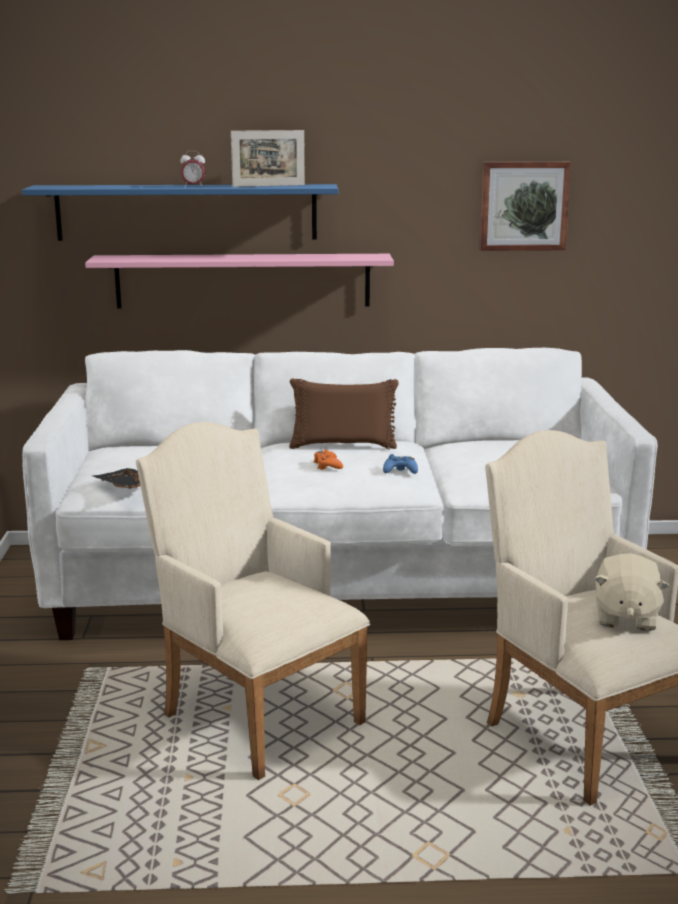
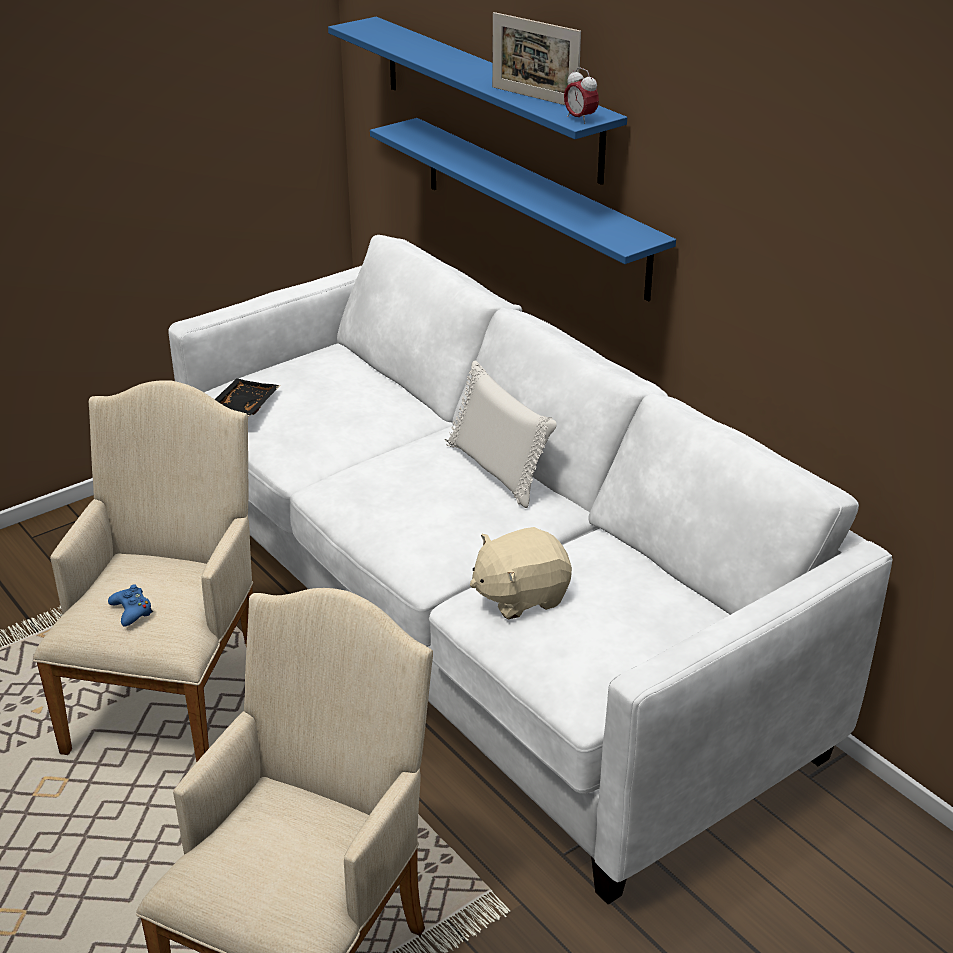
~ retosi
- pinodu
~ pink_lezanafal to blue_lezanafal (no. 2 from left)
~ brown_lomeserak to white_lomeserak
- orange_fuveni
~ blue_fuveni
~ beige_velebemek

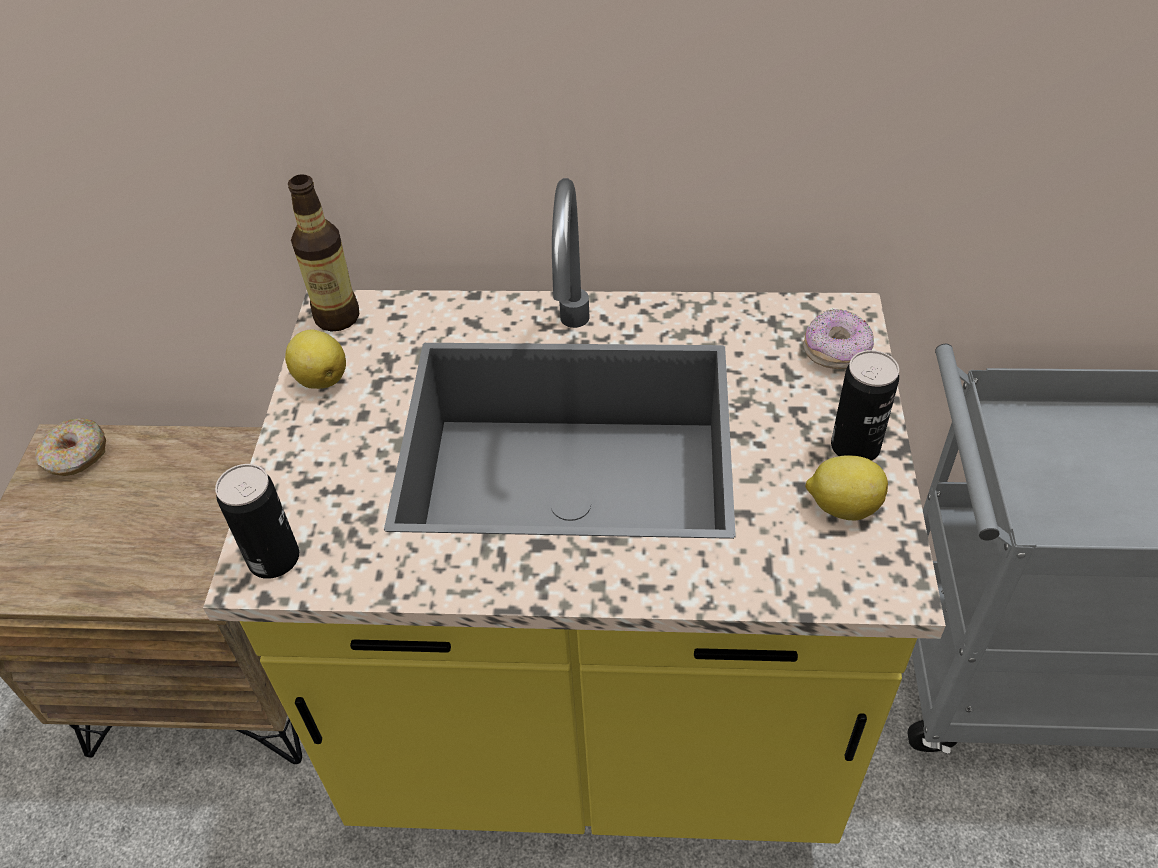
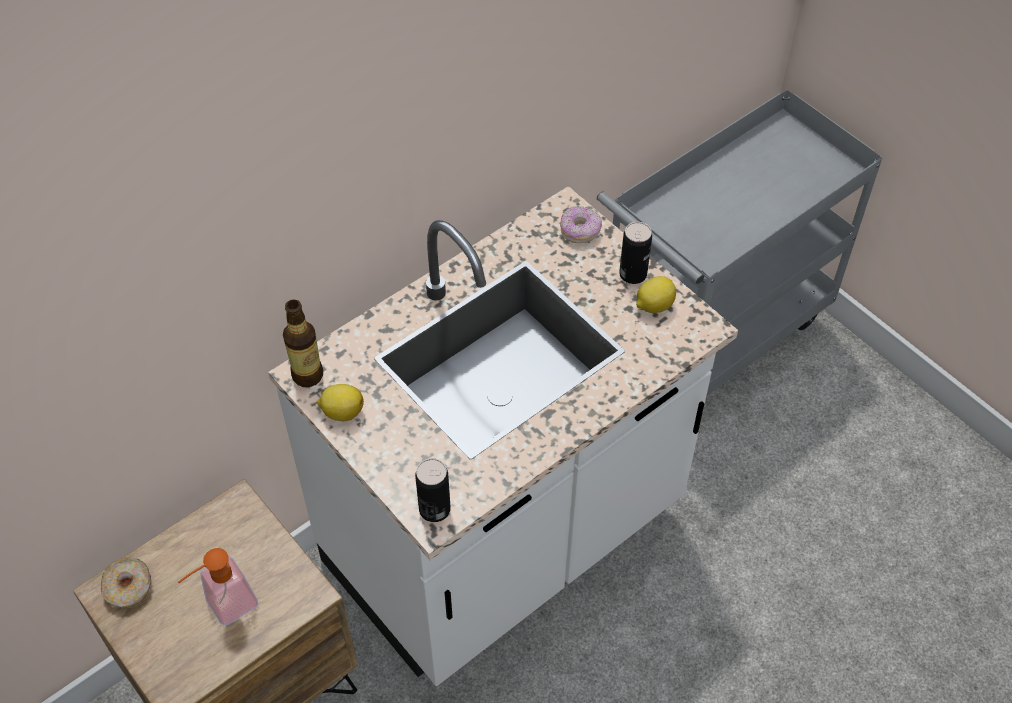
~ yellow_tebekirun to white_tebekirun
+ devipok

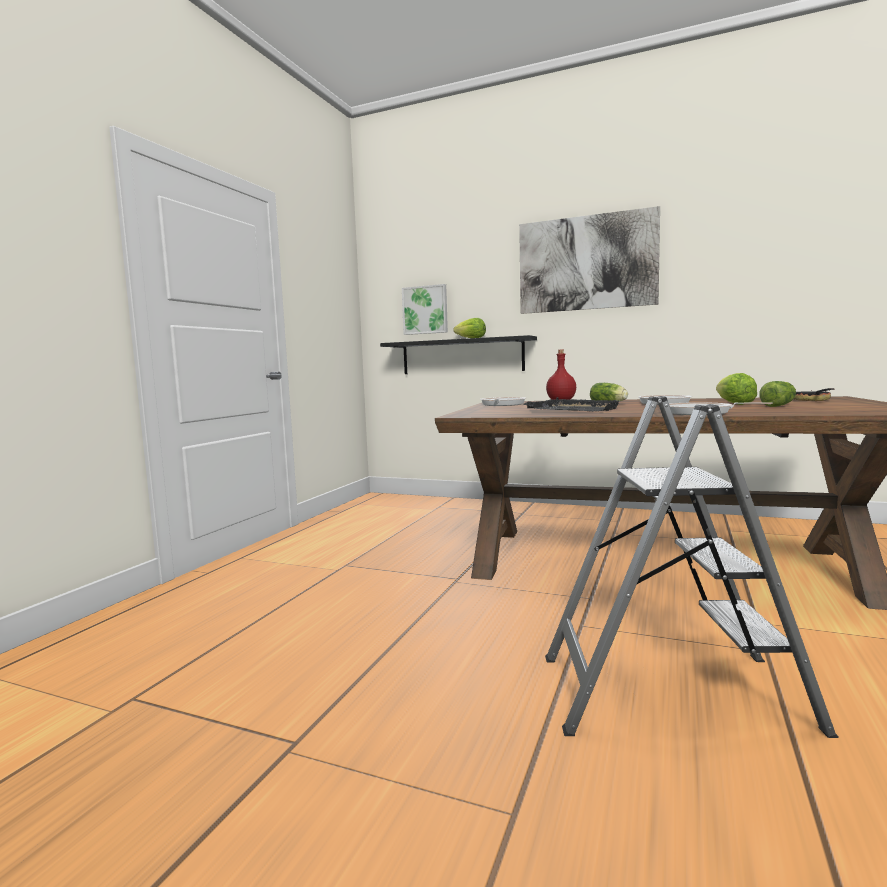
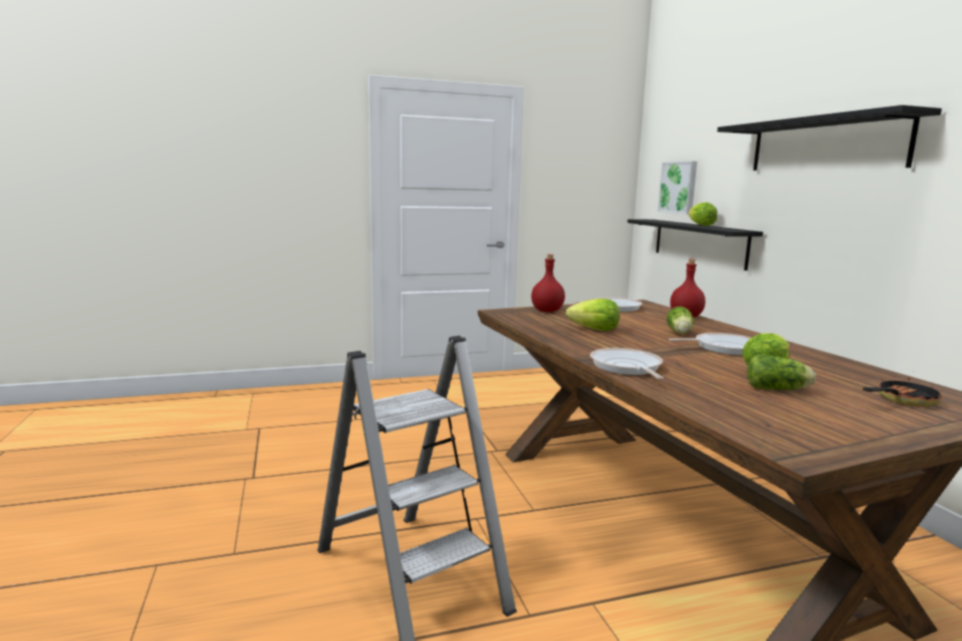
~ pinodu (no. 2 from left) to black_lezanafal (no. 2 from left)
~ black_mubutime to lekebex (no. 1 from left)
+ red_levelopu (no. 1 from left)

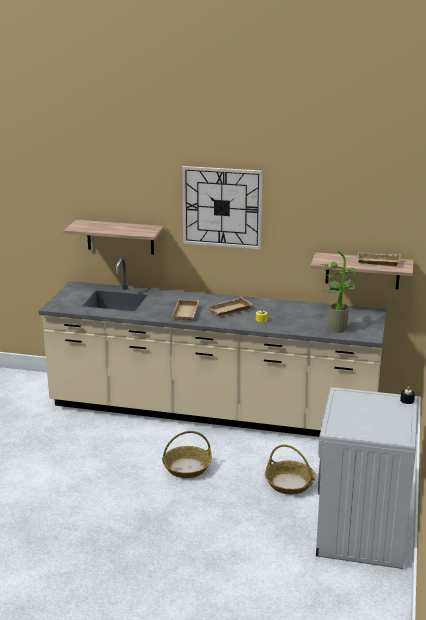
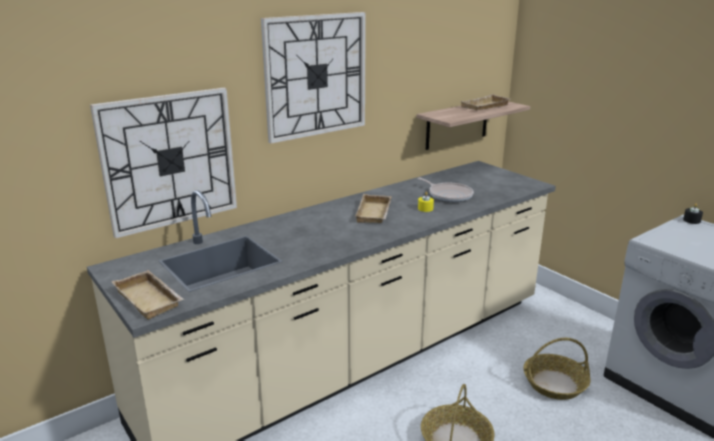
~ lezanafal (no. 1 from left) to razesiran (no. 1 from left)
- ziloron
~ beige_mubutime (no. 1 from left)
+ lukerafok

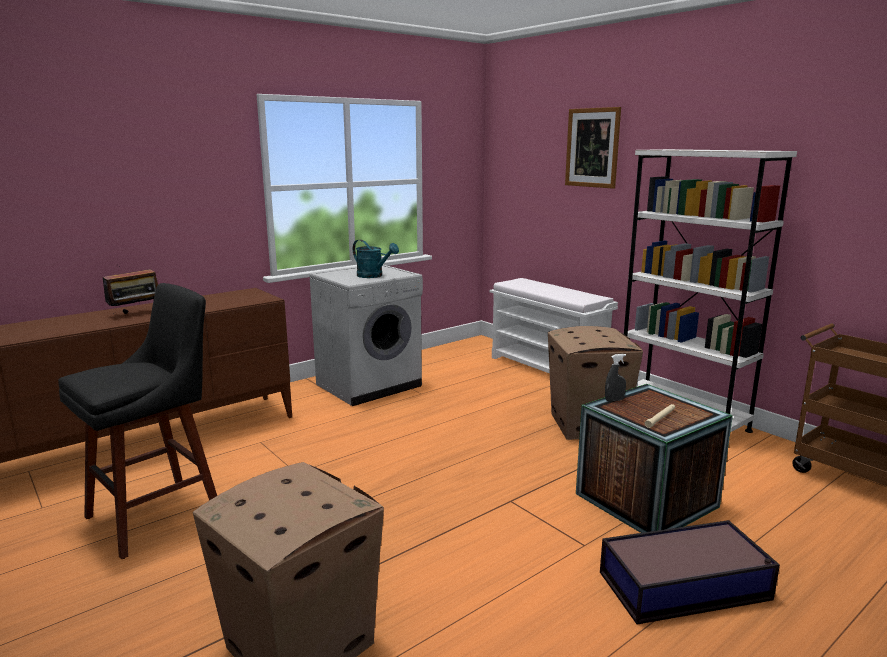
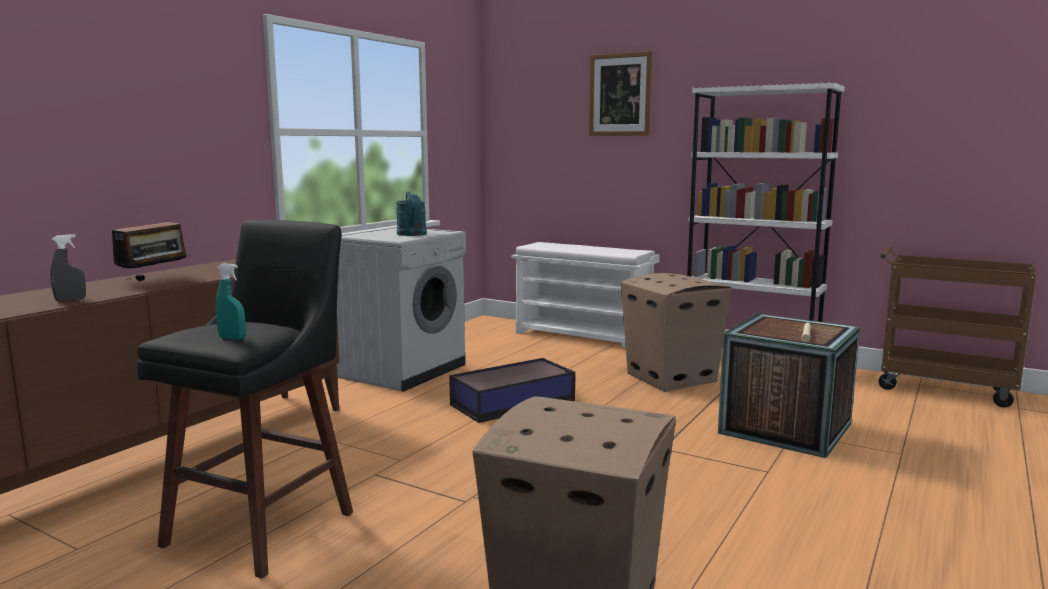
~ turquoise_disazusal 60 degrees clockwise
~ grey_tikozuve
~ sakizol
+ turquoise_tikozuve

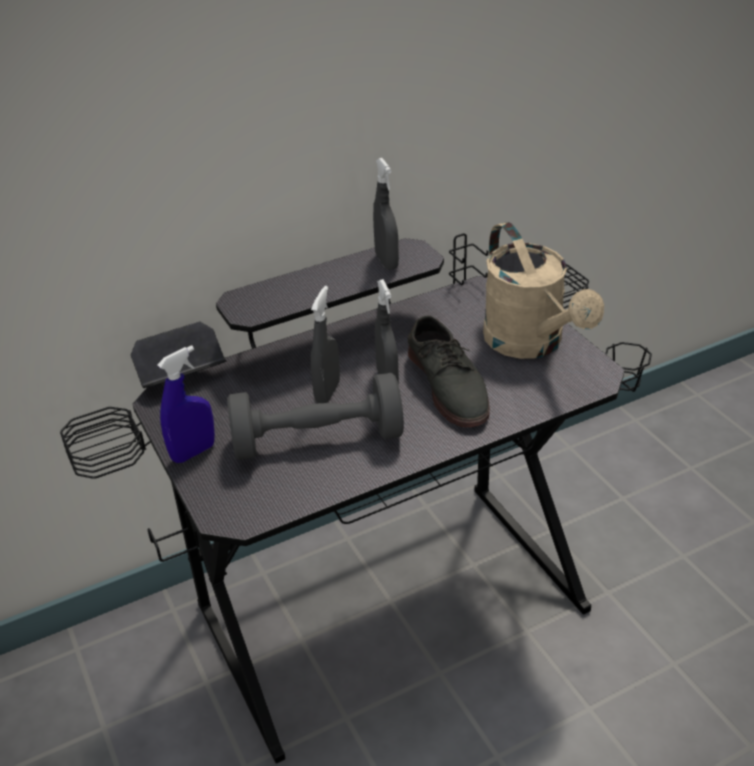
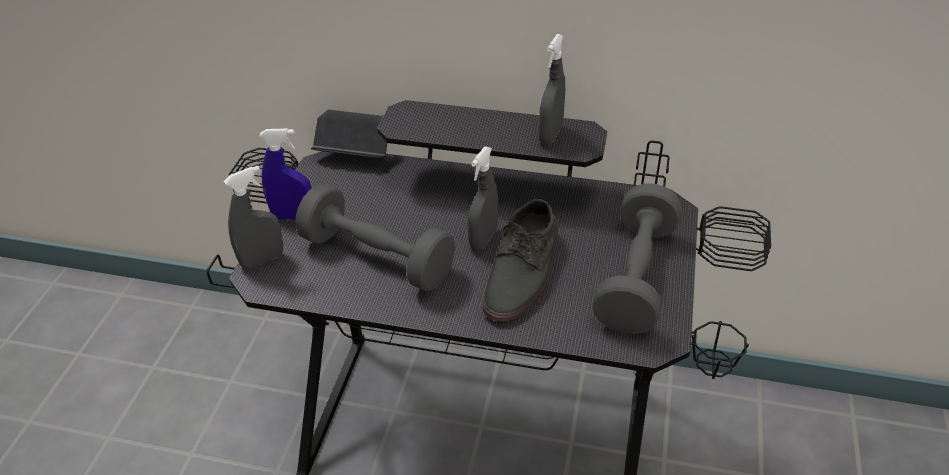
~ beige_disazusal to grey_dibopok (no. 2 from left)
~ grey_tikozuve (no. 1 from left)

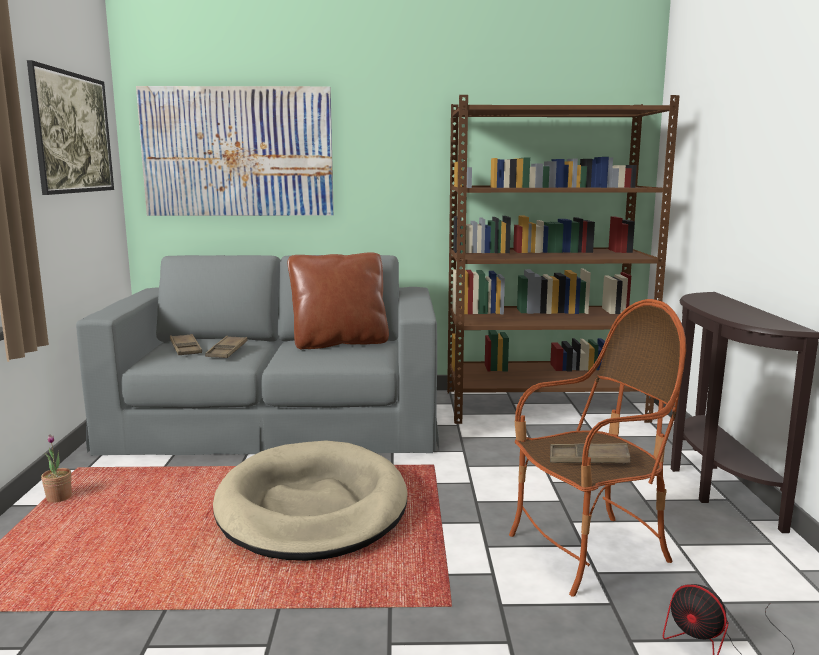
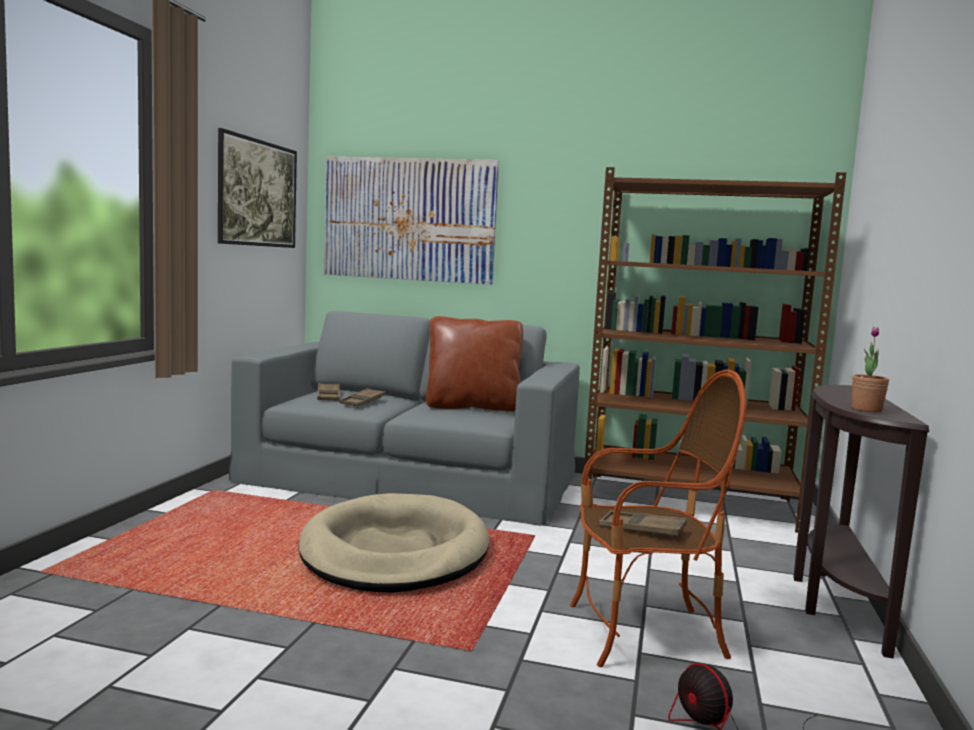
~ ziloron

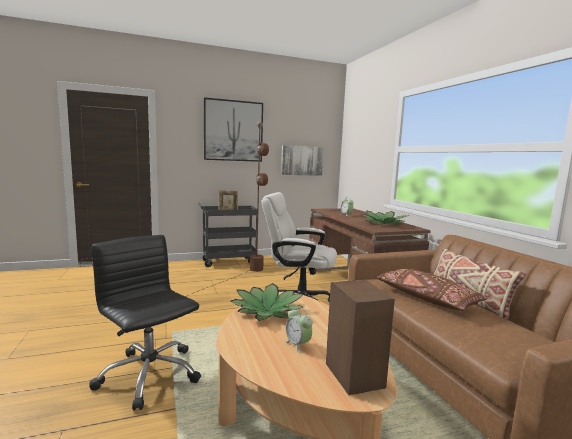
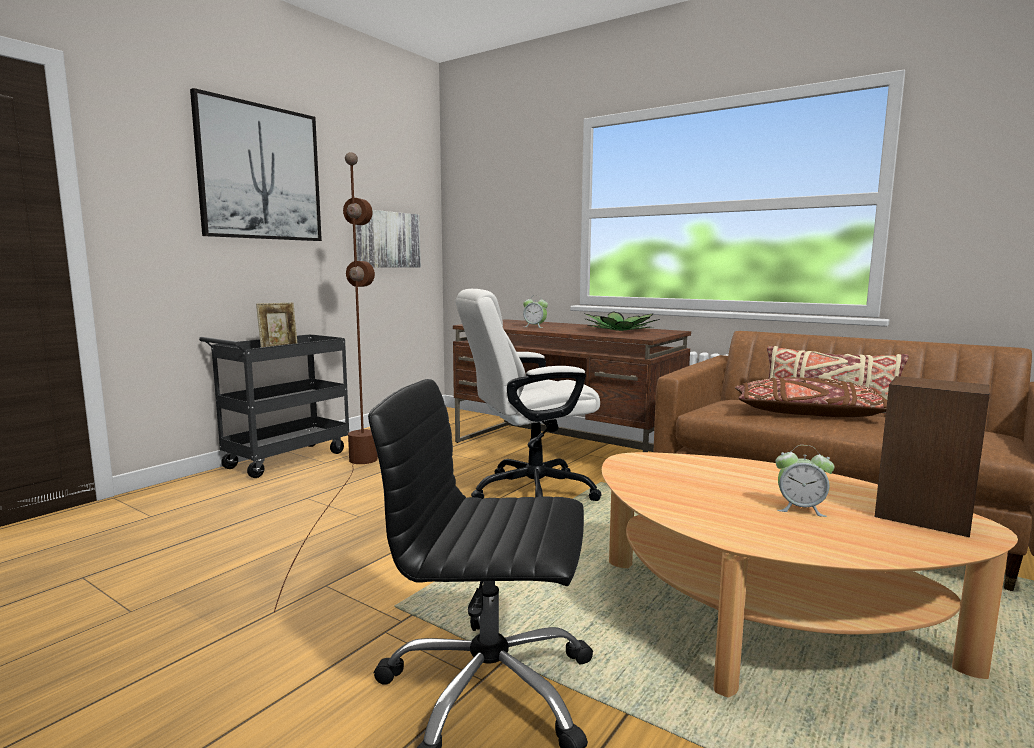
- ziloron (no. 1 from left)

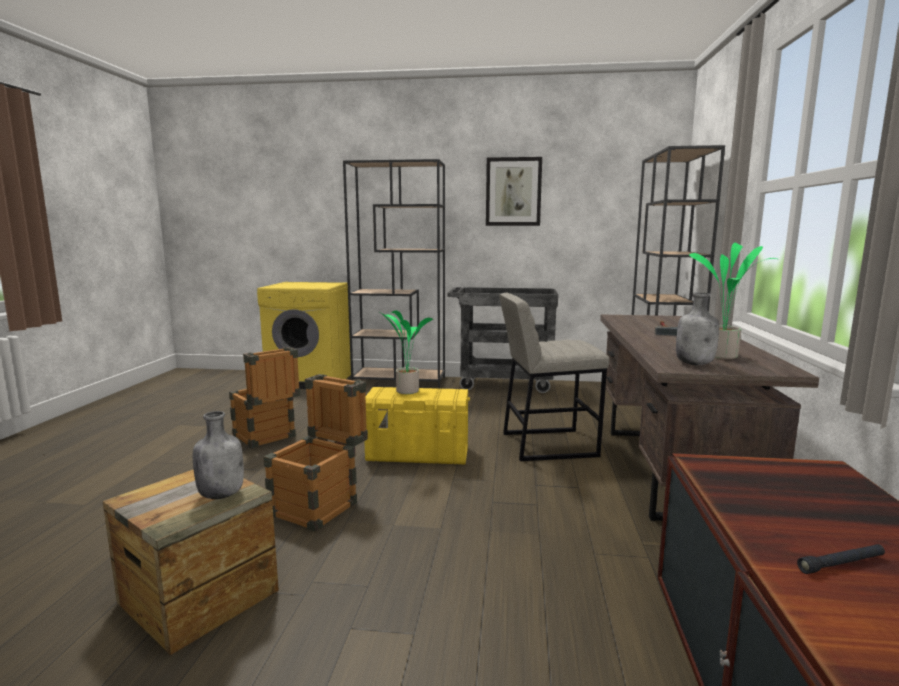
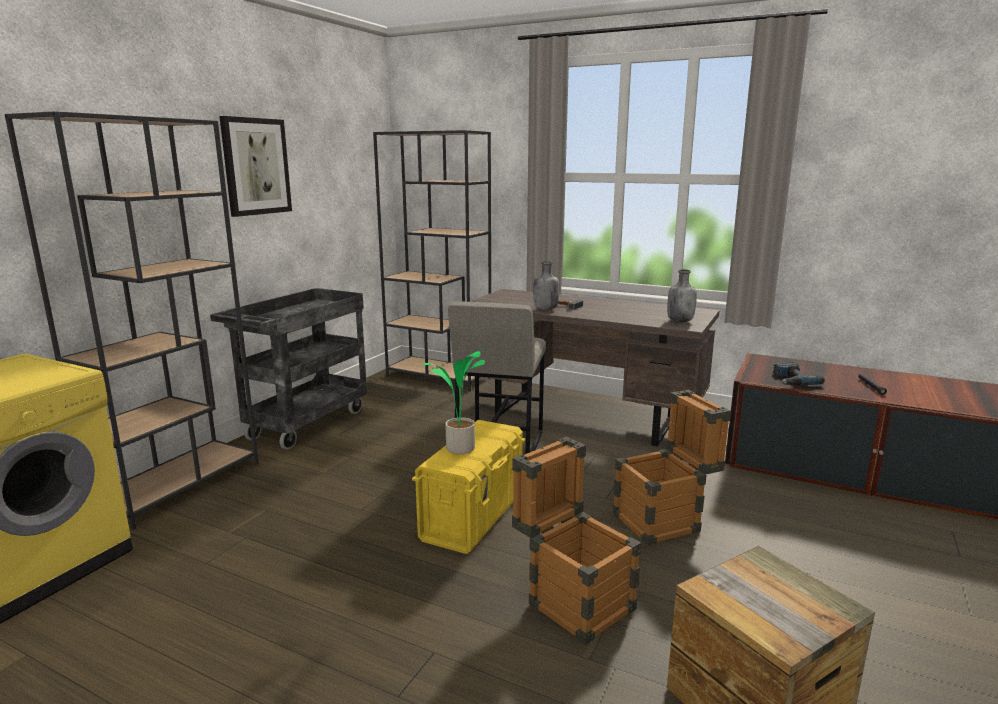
- ziloron (no. 2 from left)
~ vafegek (no. 2 from left)
~ grey_levelopu (no. 1 from left)
+ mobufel

